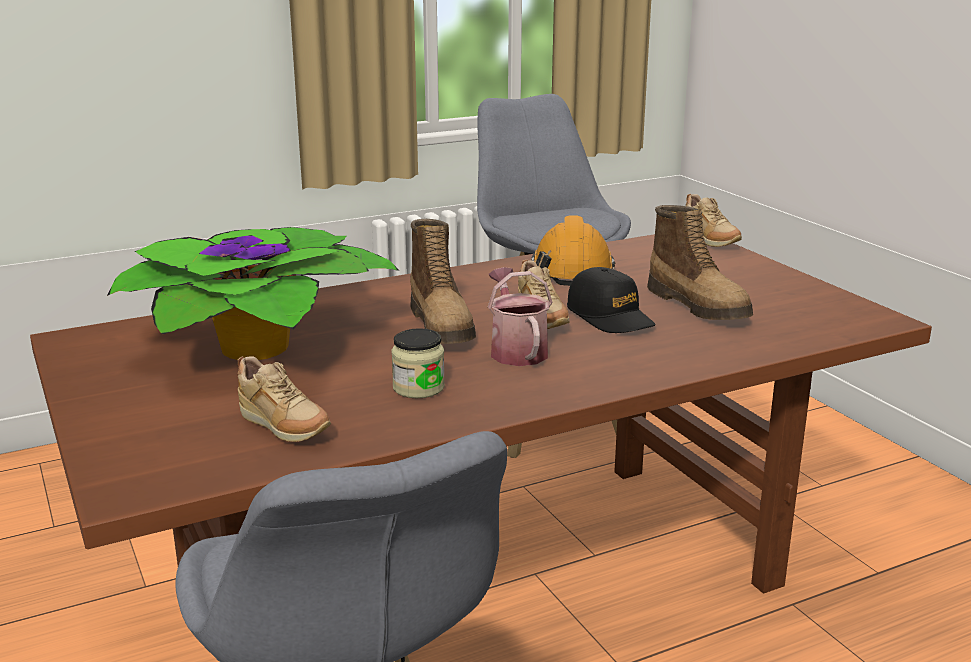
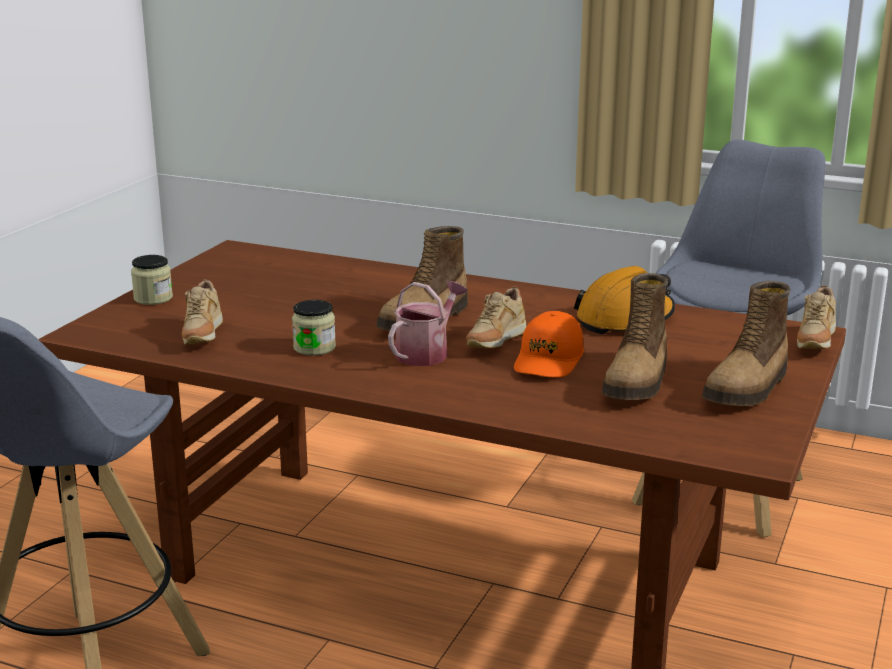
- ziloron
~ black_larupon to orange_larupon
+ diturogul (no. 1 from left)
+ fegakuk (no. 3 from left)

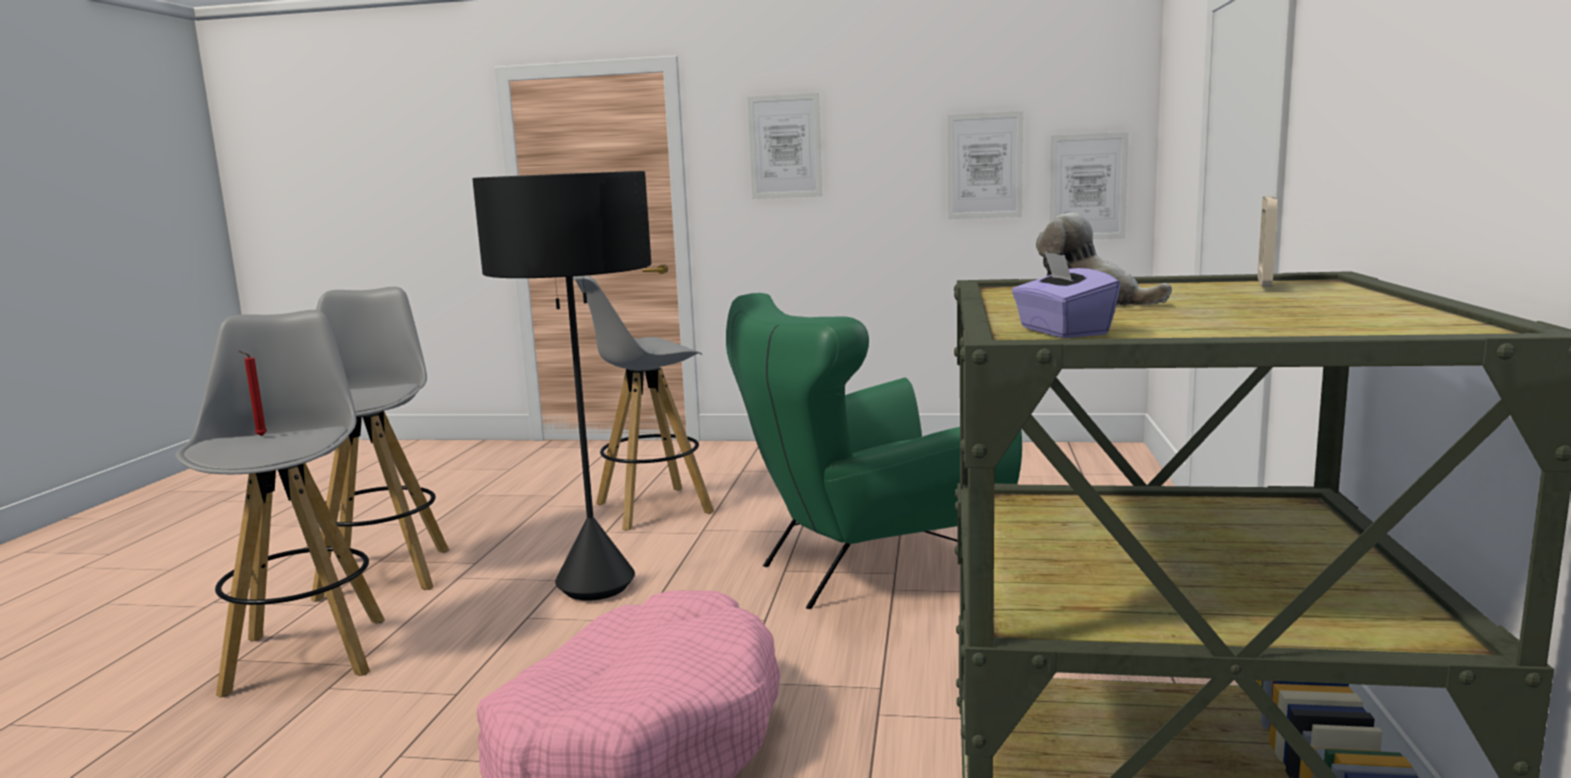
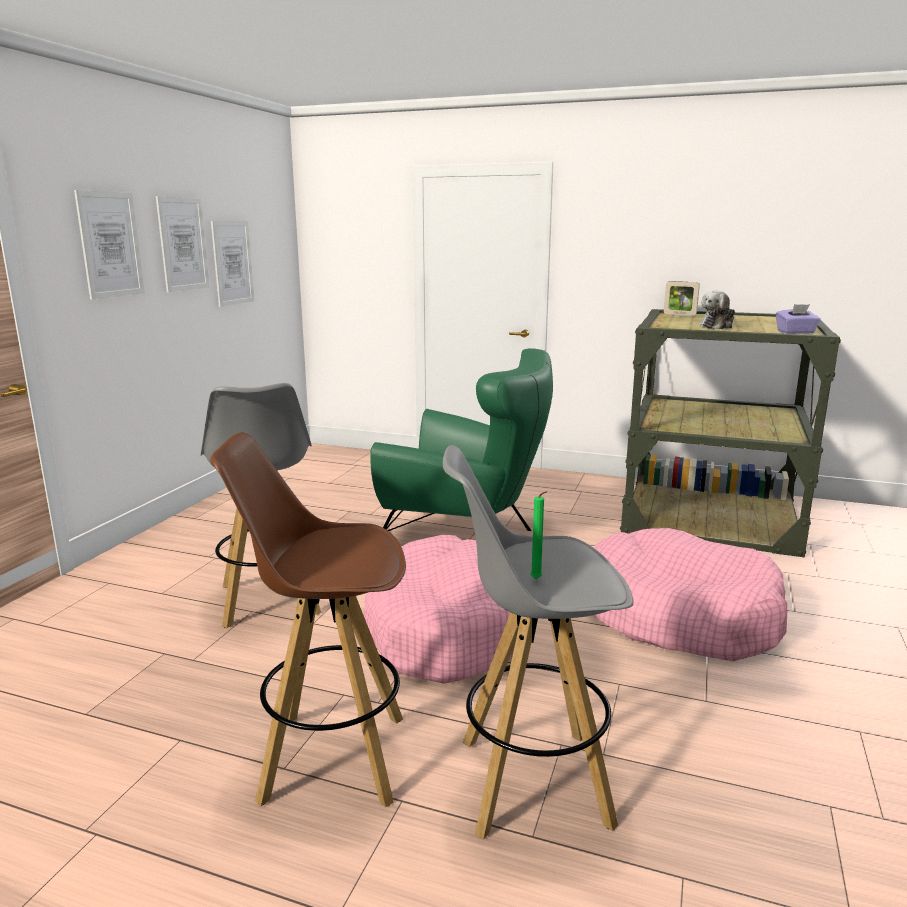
~ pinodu (no. 3 from left in the first image) to pinodu (no. 2 from left)
~ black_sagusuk to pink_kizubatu (no. 1 from left)
~ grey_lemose (no. 2 from left) to brown_lemose
~ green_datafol 60 degrees counterclockwise
~ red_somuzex to green_somuzex

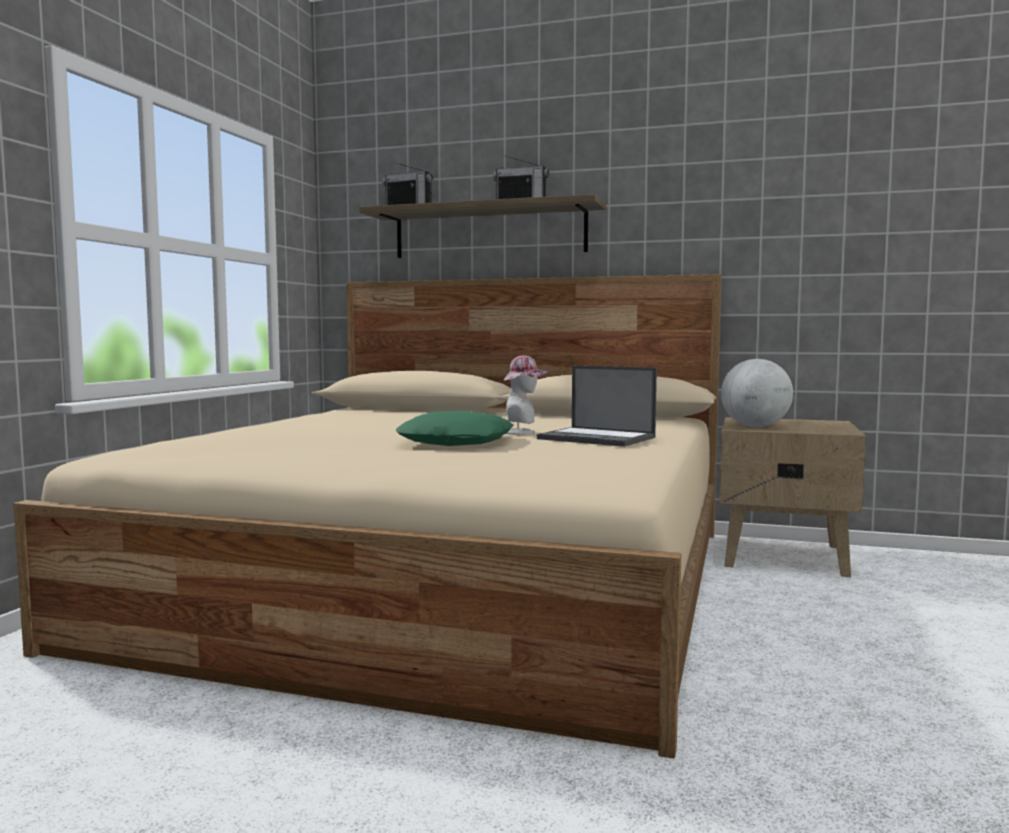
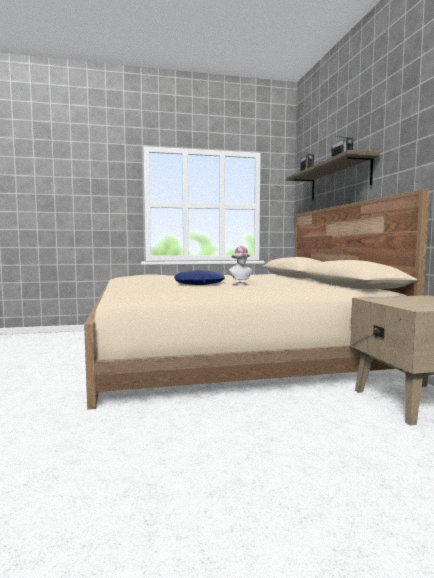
- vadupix
- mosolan
~ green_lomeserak to blue_lomeserak

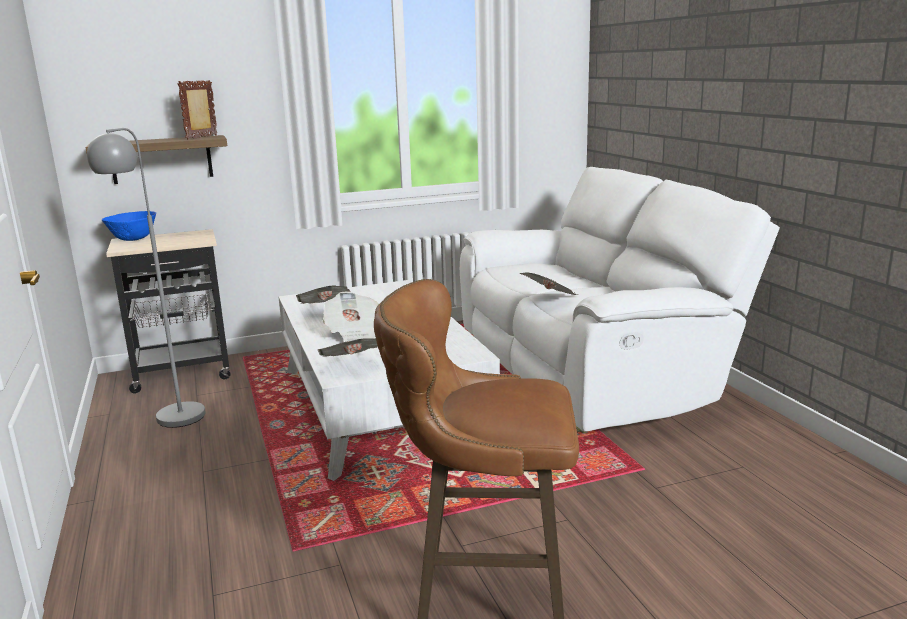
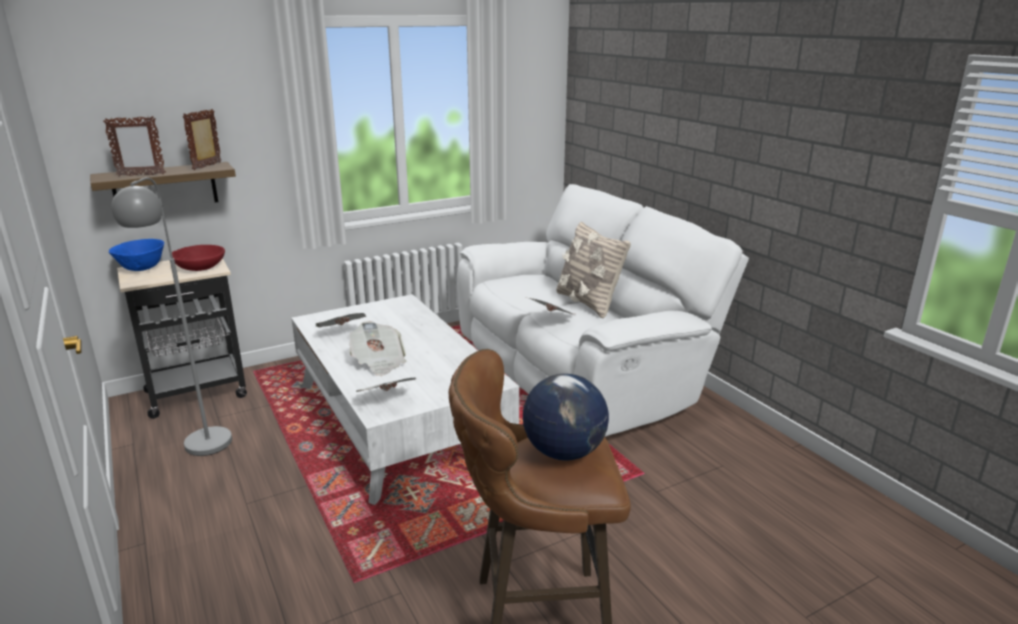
+ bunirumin (no. 1 from left)
+ beige_lomeserak
+ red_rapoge
+ vadupix

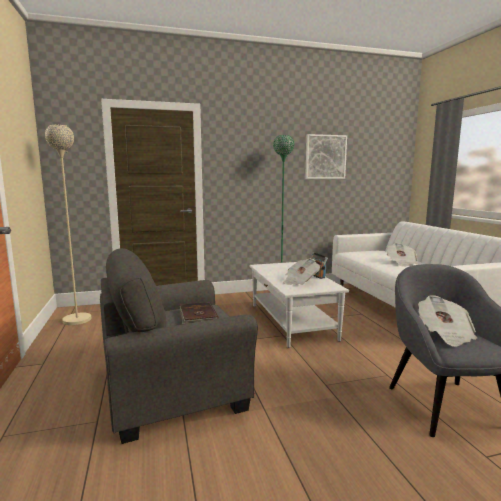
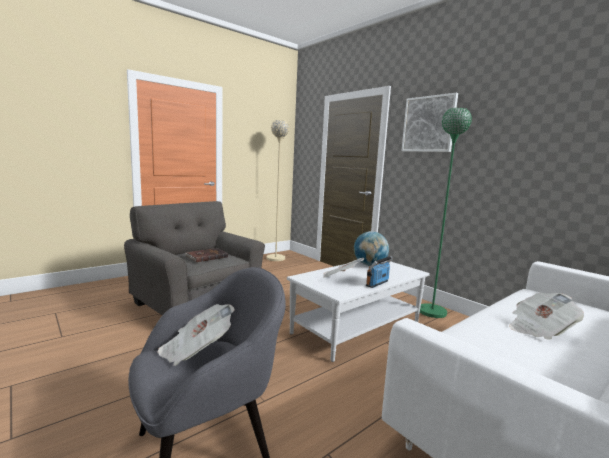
~ pinodu
+ vadupix

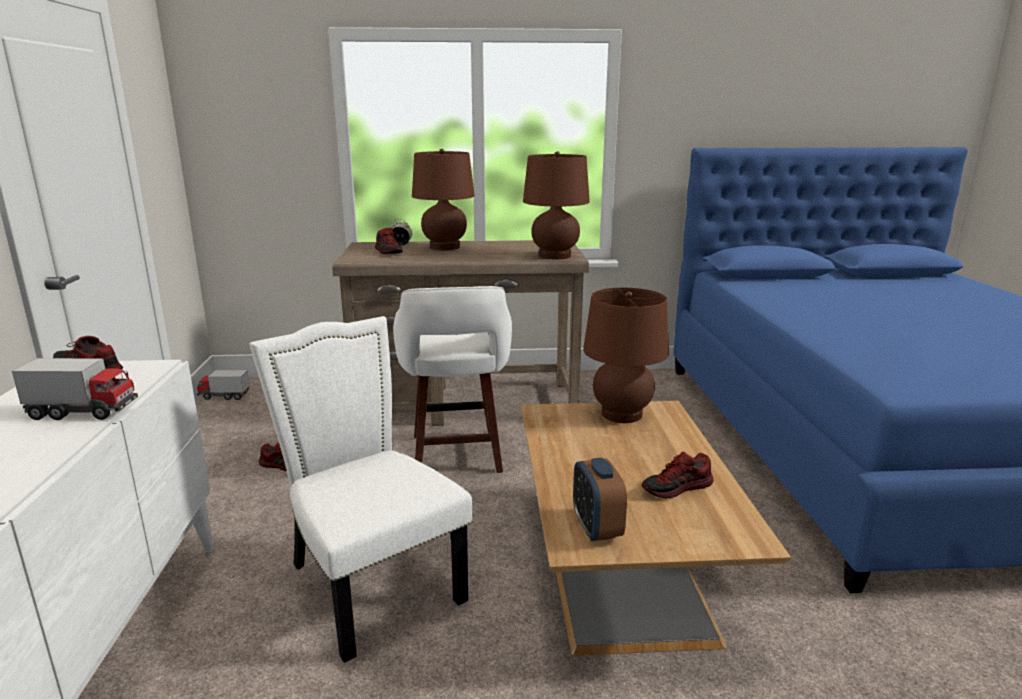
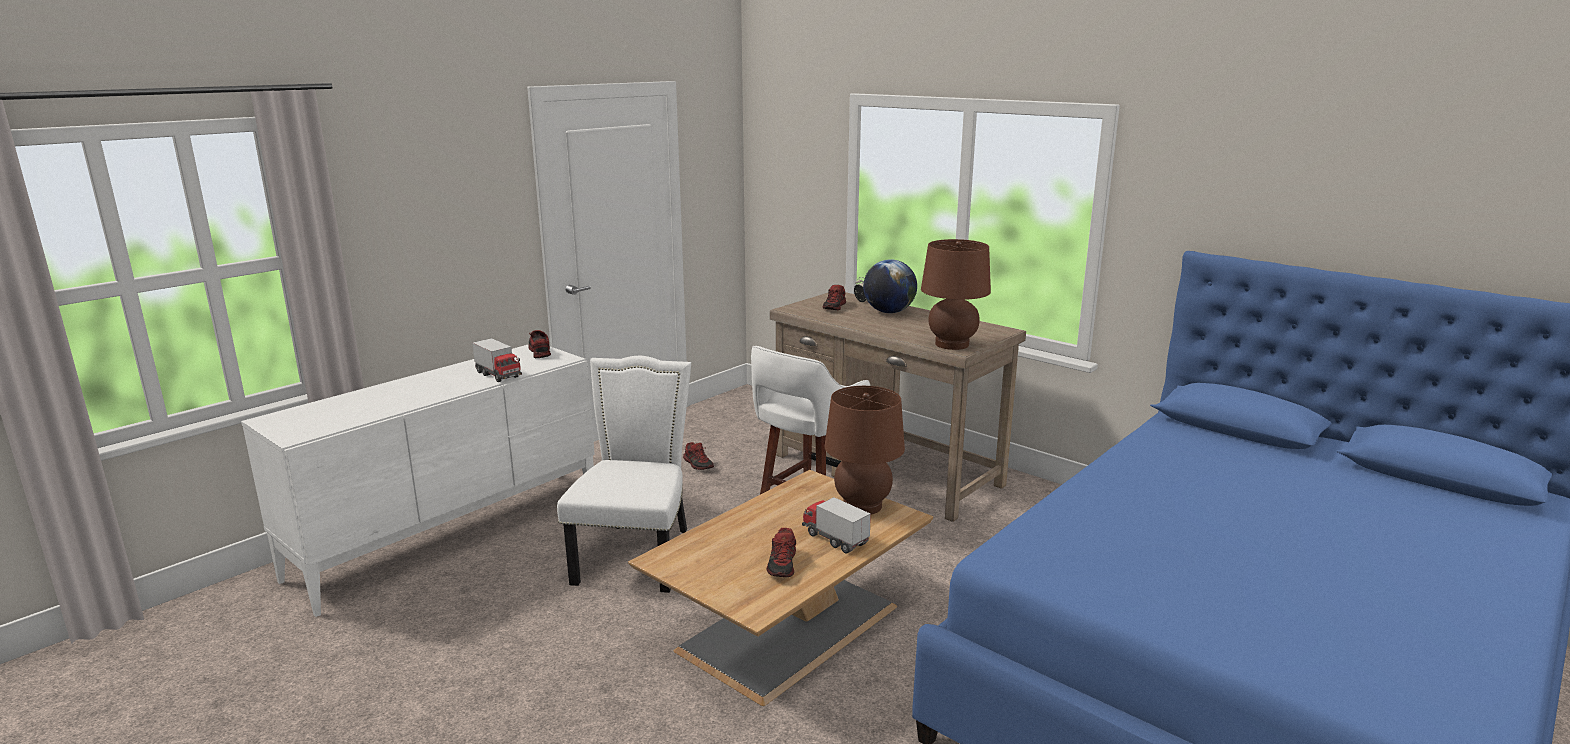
~ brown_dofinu (no. 1 from left) to vadupix
~ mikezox (no. 2 from left)
~ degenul (no. 4 from left in the first image) 105 degrees counterclockwise
- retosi (no. 2 from left)

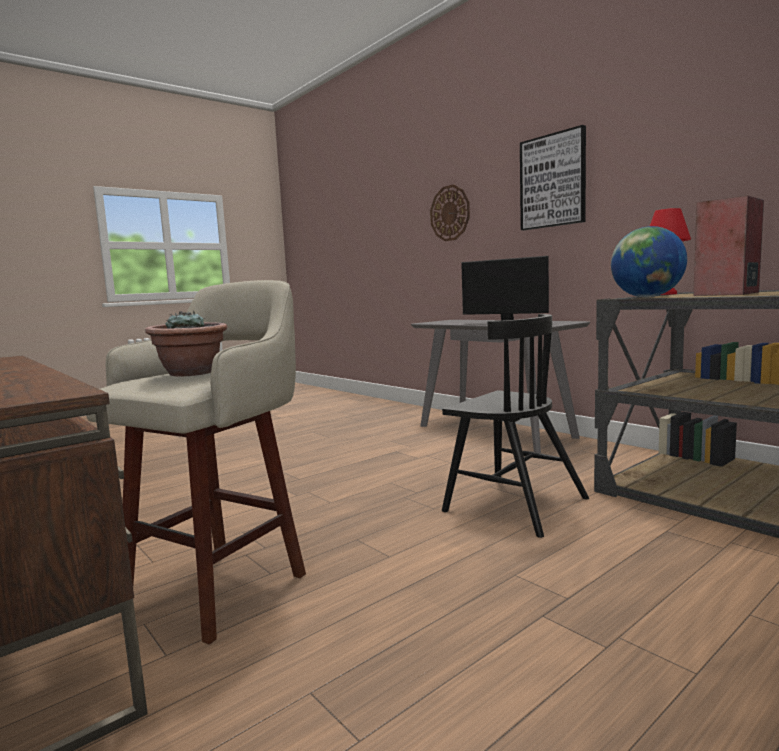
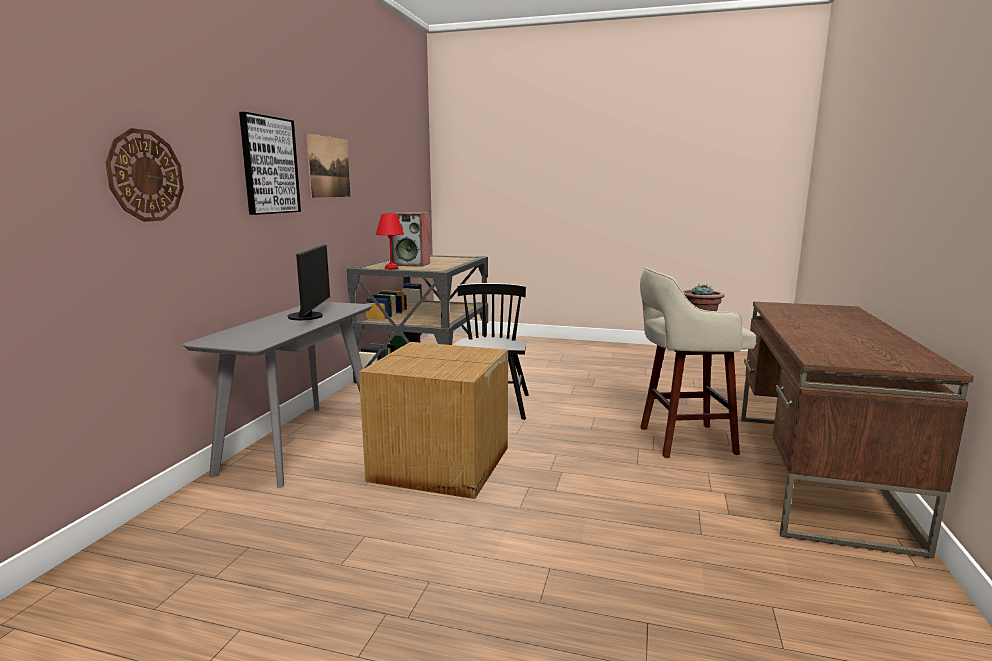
- vadupix
+ pinodu (no. 2 from left)
+ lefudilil

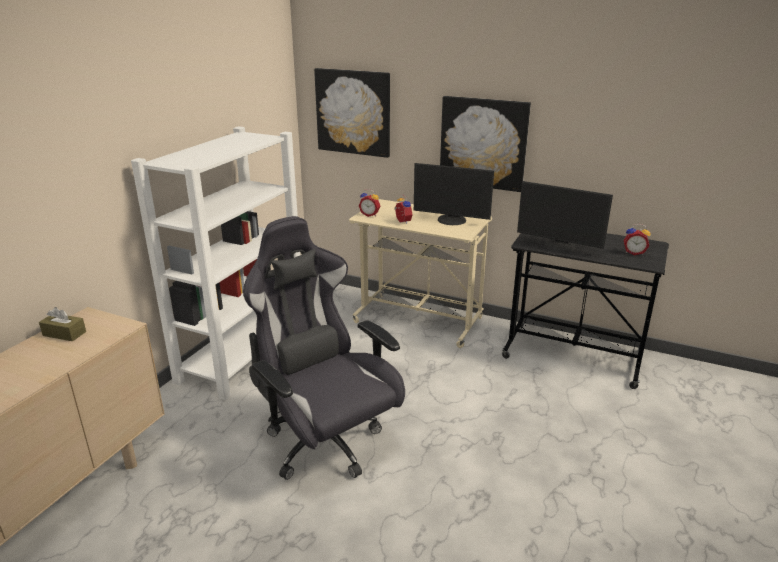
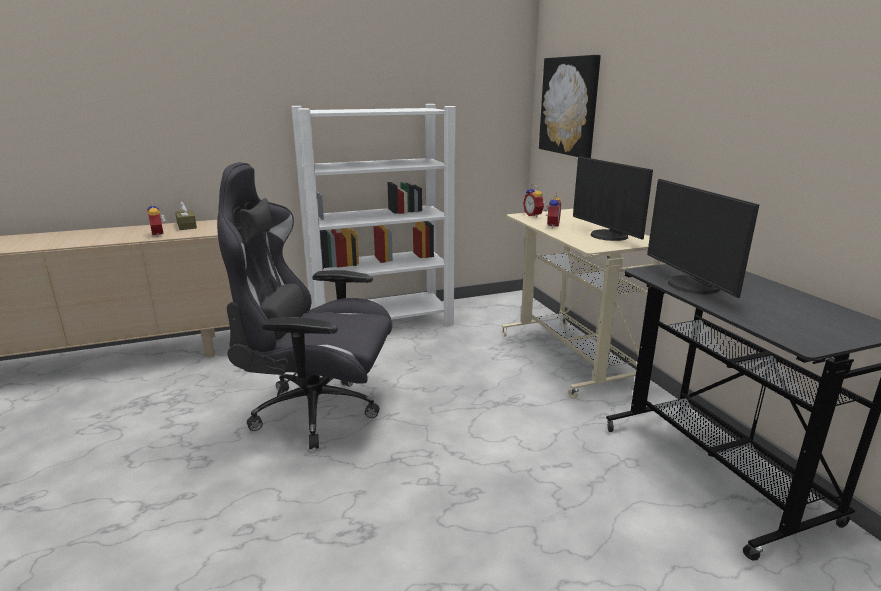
- pinodu (no. 2 from left)
~ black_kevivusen 90 degrees counterclockwise
~ retosi (no. 3 from left in the first image) to retosi (no. 1 from left)

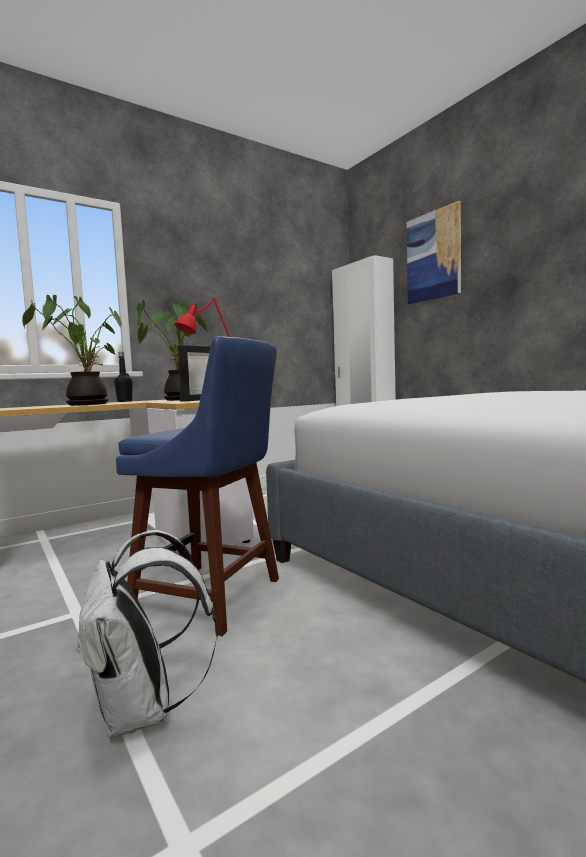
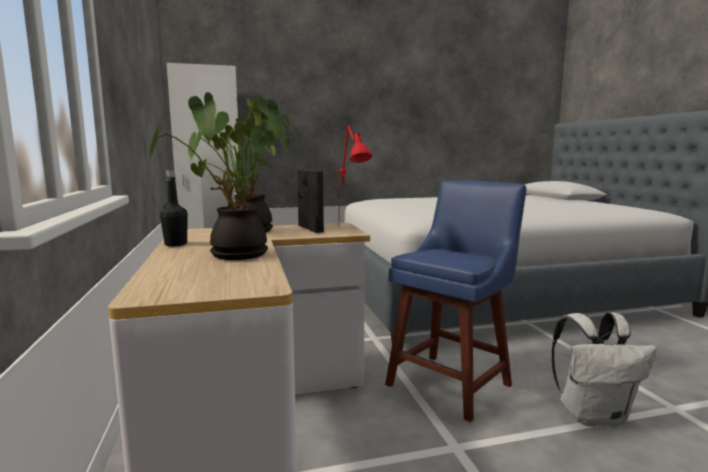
- pinodu

